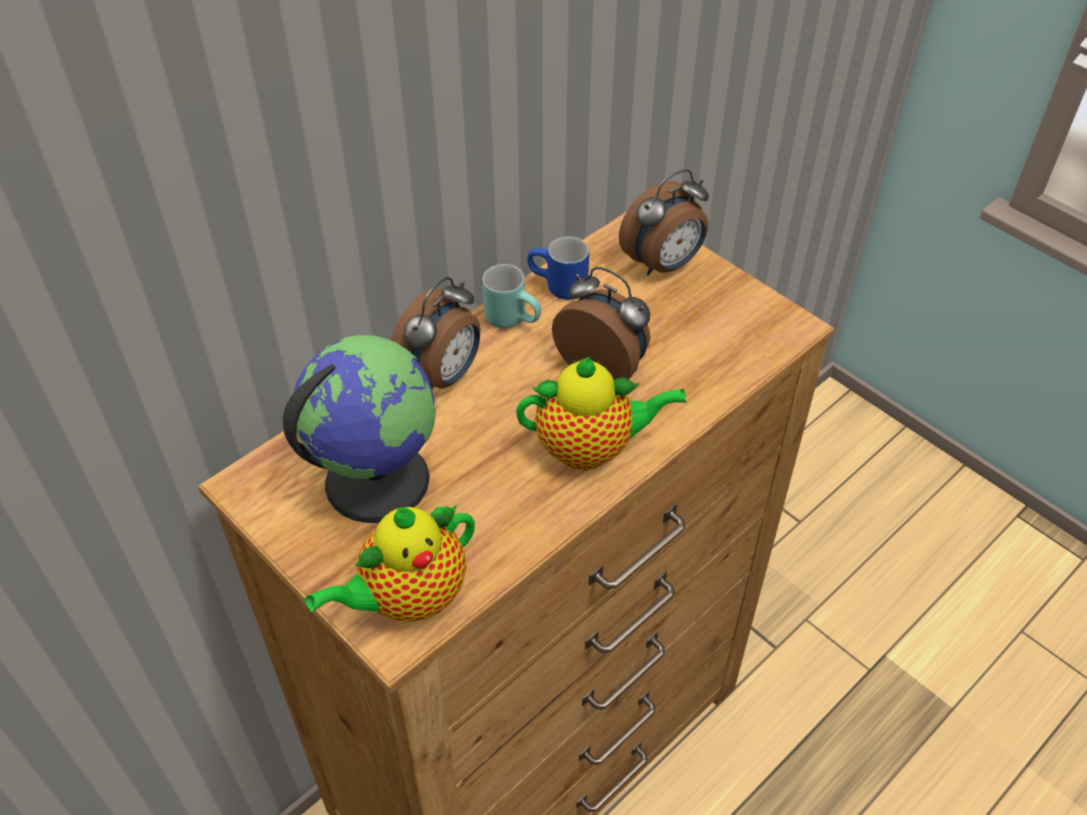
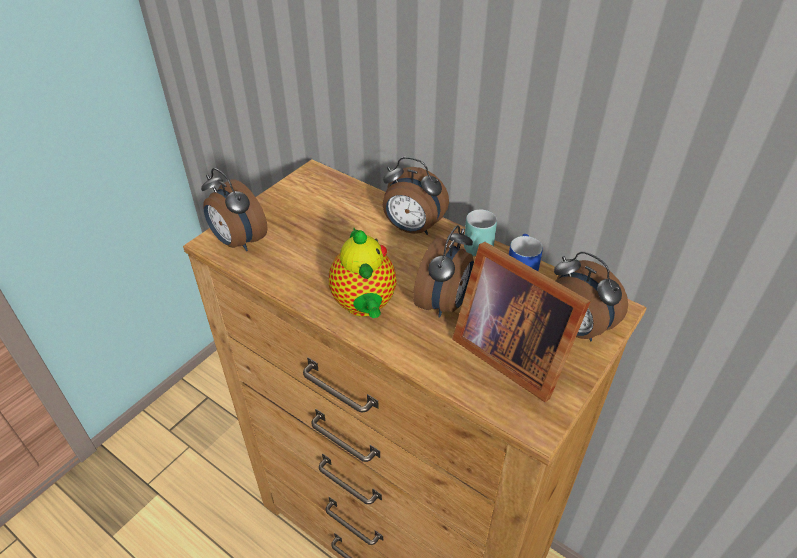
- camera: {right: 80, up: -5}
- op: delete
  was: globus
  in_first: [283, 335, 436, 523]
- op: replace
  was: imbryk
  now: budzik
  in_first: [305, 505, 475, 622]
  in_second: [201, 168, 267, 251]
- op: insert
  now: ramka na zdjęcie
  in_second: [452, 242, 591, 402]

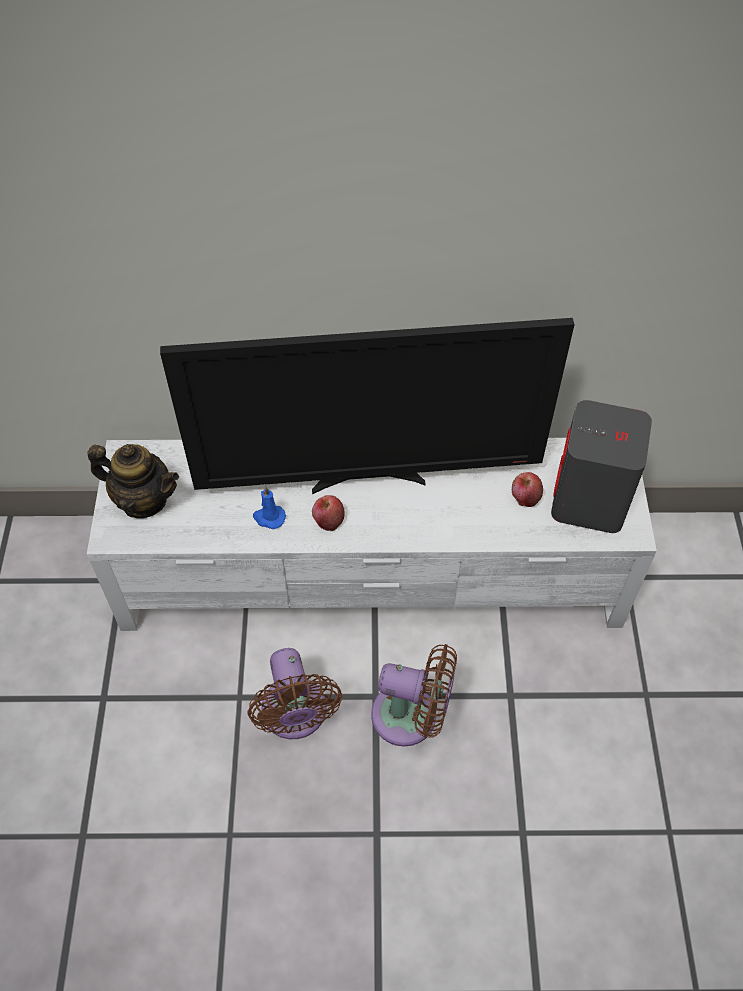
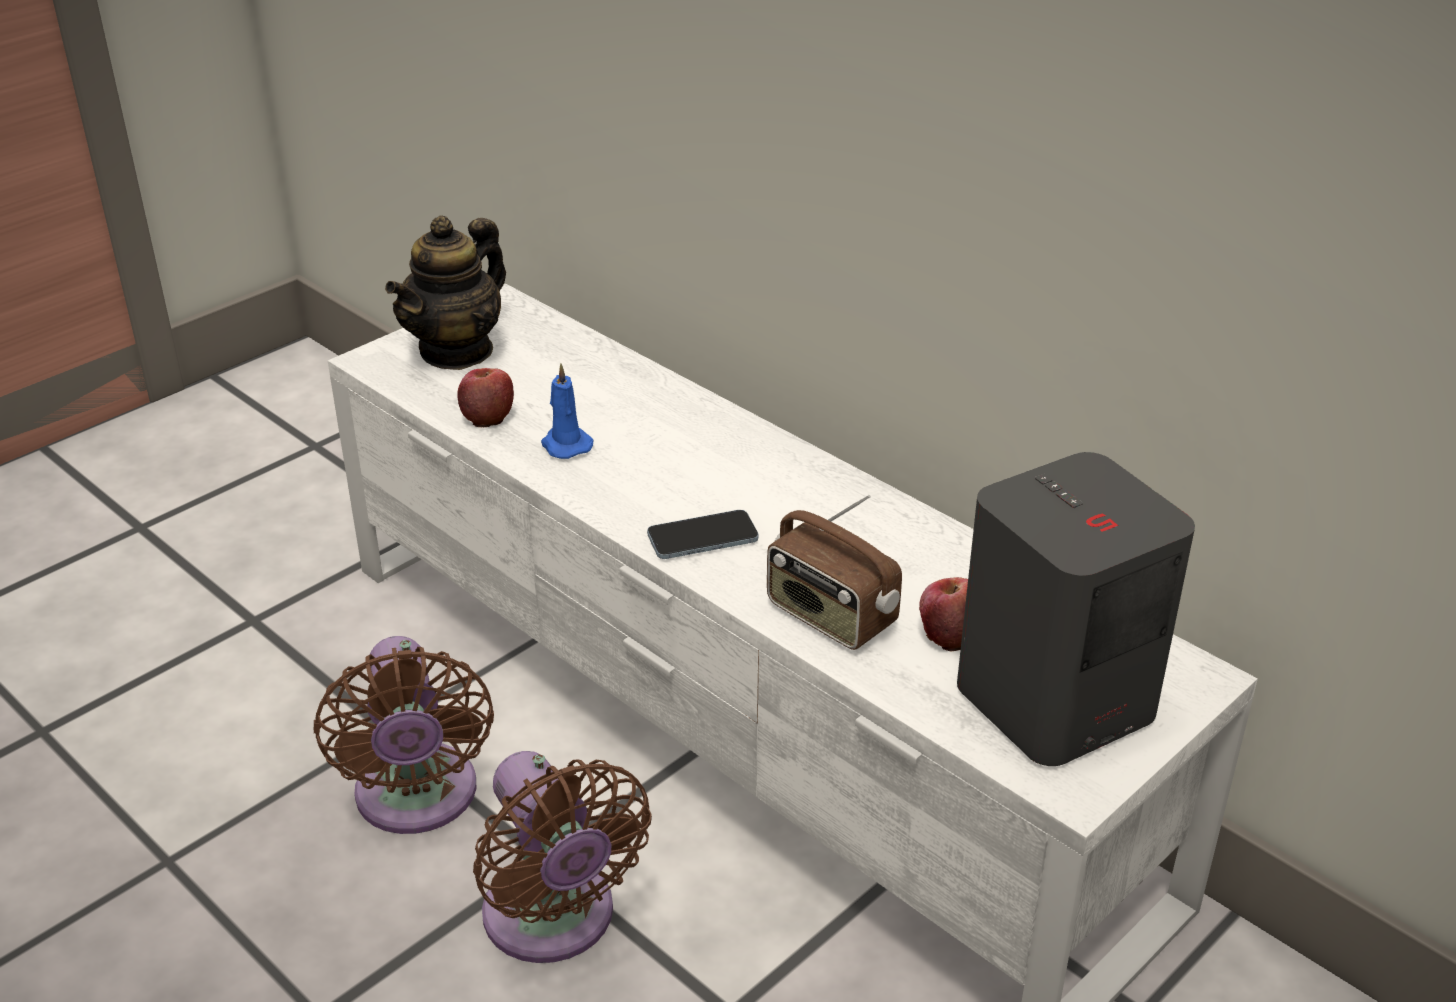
- camera: {right: 45, up: -20}
- op: rotate
  was: imbryk
  in_first: [88, 444, 179, 518]
  in_second: [385, 215, 506, 370]
  clockwise: 60
- op: delete
  was: telewizor
  in_first: [160, 318, 575, 494]
- op: rotate
  was: wentylator (brązowy)
  in_first: [247, 648, 342, 739]
  in_second: [314, 636, 494, 834]
  clockwise: -45
- op: move
  was: jabłko
  in_first: [312, 495, 345, 531]
  in_second: [457, 368, 514, 427]
- op: insert
  now: telefon
  in_second: [647, 510, 759, 559]
- op: insert
  now: radio
  in_second: [767, 495, 902, 650]

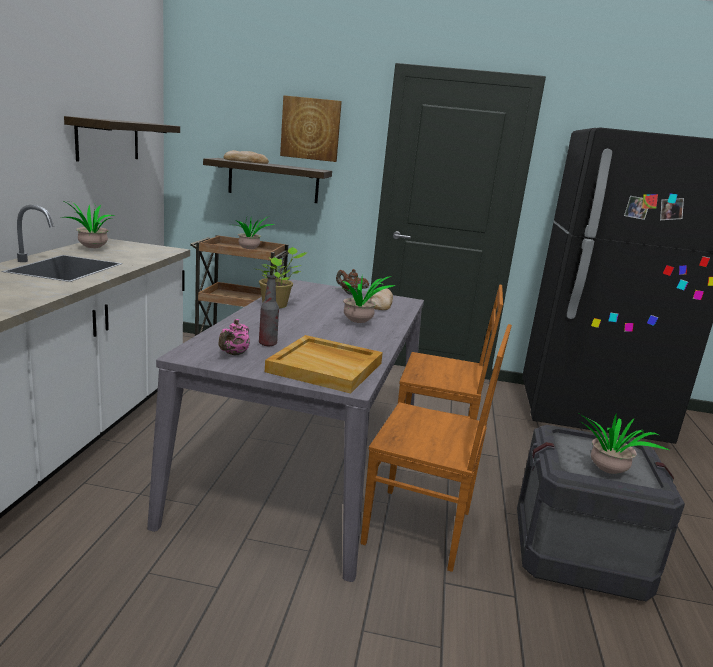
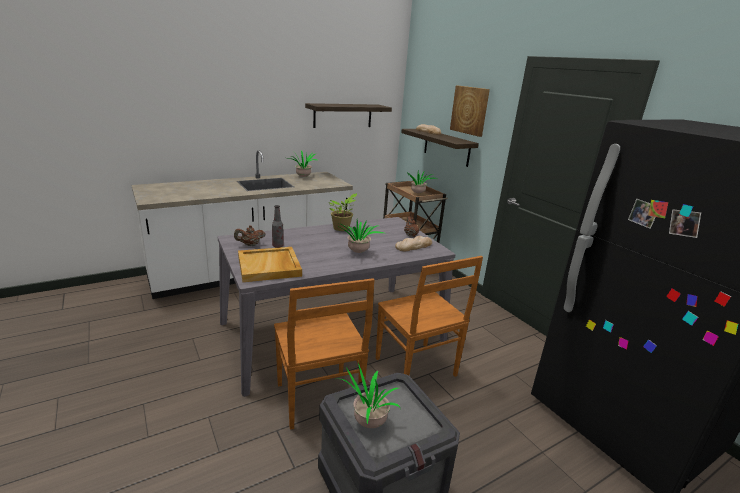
- camera: {right: 50, up: 5}
- op: recolor
  was: imbryk (różowy)
  now: imbryk (brązowy)
  in_first: [219, 319, 250, 356]
  in_second: [234, 225, 265, 246]

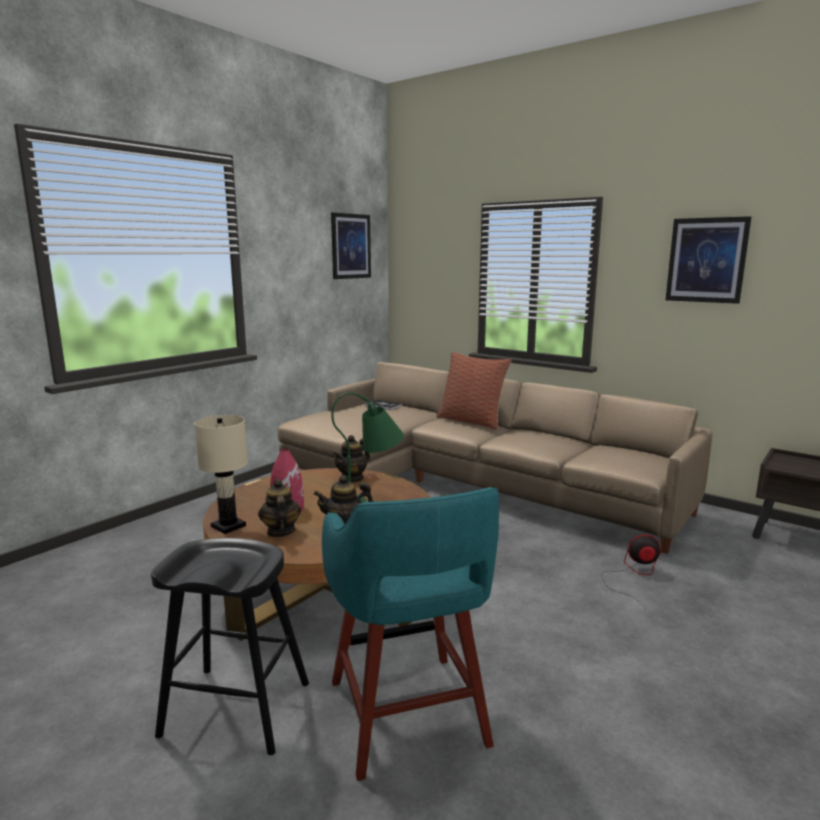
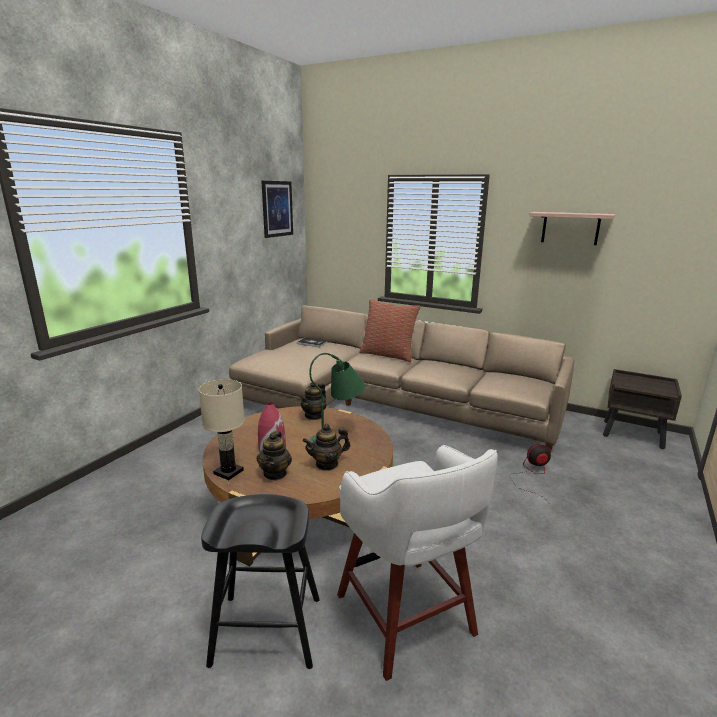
- camera: {right: -10, up: 5}
- op: rotate
  was: imbryk
  in_first: [258, 479, 301, 537]
  in_second: [257, 431, 292, 480]
  clockwise: -150
- op: recolor
  was: stołek (turkusowy)
  now: stołek (biały)
  in_first: [322, 487, 499, 781]
  in_second: [337, 445, 498, 681]
- op: replace
  was: obraz
  now: półka
  in_first: [665, 216, 751, 304]
  in_second: [529, 212, 615, 245]

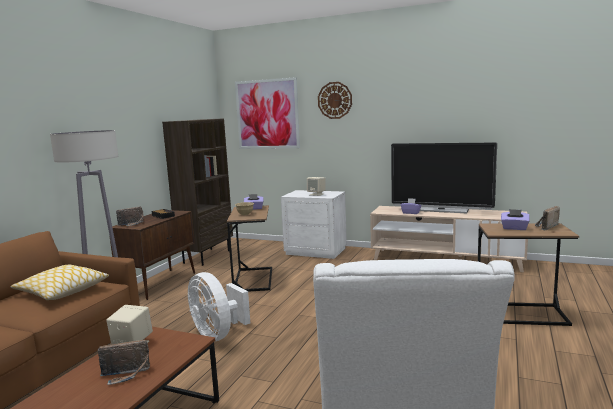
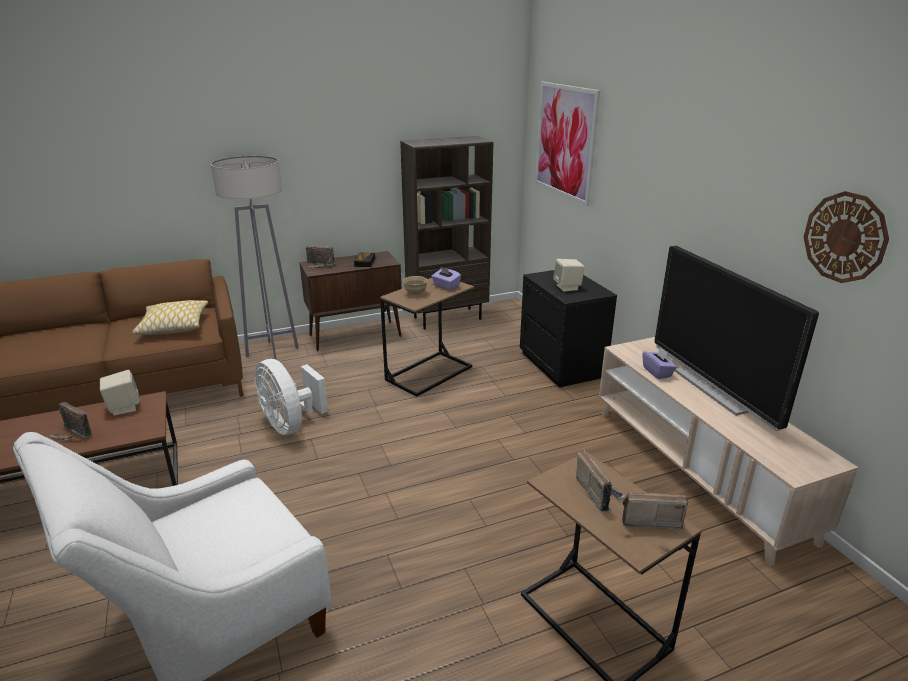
- camera: {right: 45, up: 15}
- op: rotate
  was: wentylator (biały)
  in_first: [188, 272, 250, 341]
  in_second: [255, 359, 328, 435]
  clockwise: -45
- op: recolor
  was: szafka nocna (biały)
  now: szafka nocna (czarny)
  in_first: [281, 190, 347, 259]
  in_second: [520, 270, 617, 388]
- op: move
  was: zegar ścienny
  in_first: [318, 82, 352, 119]
  in_second: [804, 191, 889, 283]
- op: replace
  was: pudełko chusteczek (fioletowy)
  now: radio
  in_first: [501, 209, 529, 230]
  in_second: [576, 450, 626, 513]

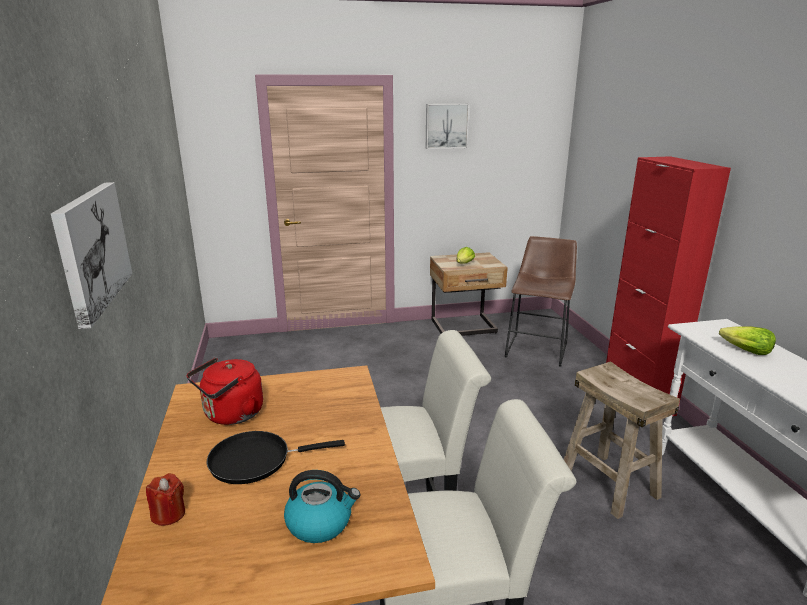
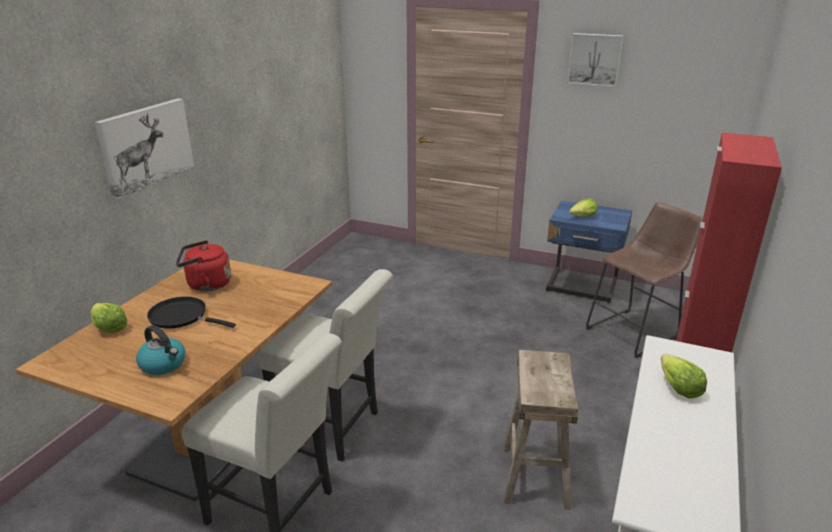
- camera: {right: 35, up: 5}
- op: replace
  was: świeca (czerwony)
  now: sałata
  in_first: [146, 473, 185, 526]
  in_second: [90, 303, 127, 333]
- op: recolor
  was: szafka nocna (beżowy)
  now: szafka nocna (niebieski)
  in_first: [430, 252, 508, 336]
  in_second: [546, 201, 632, 303]

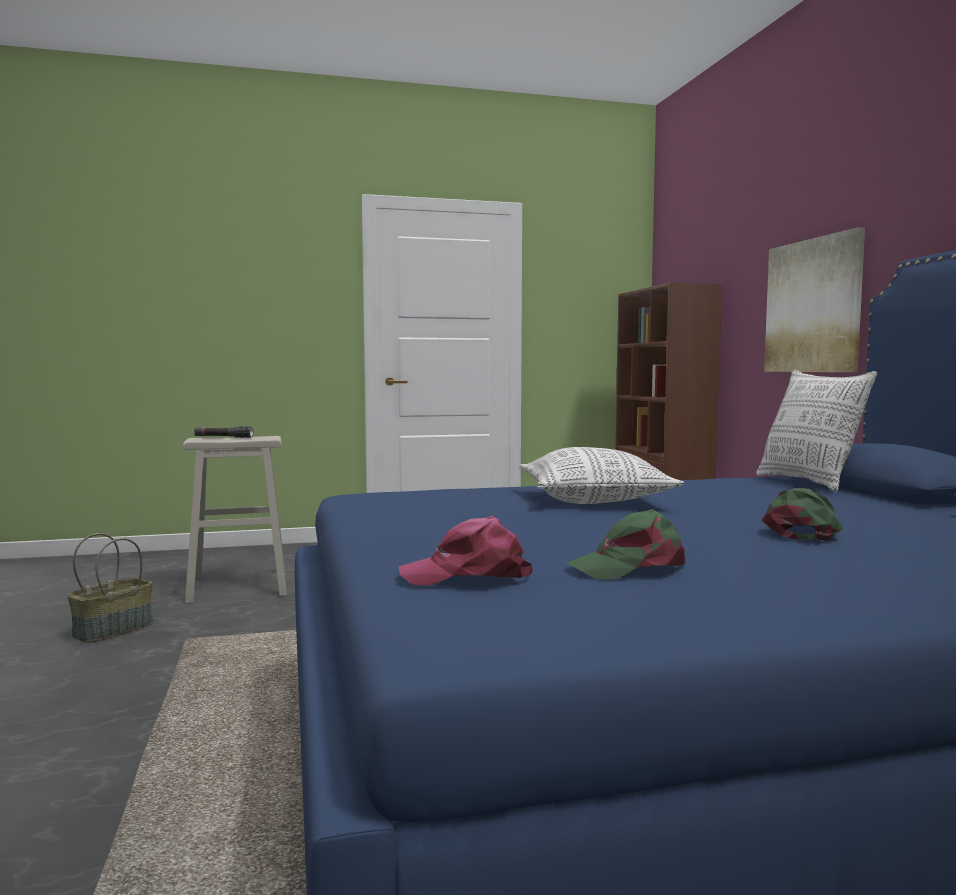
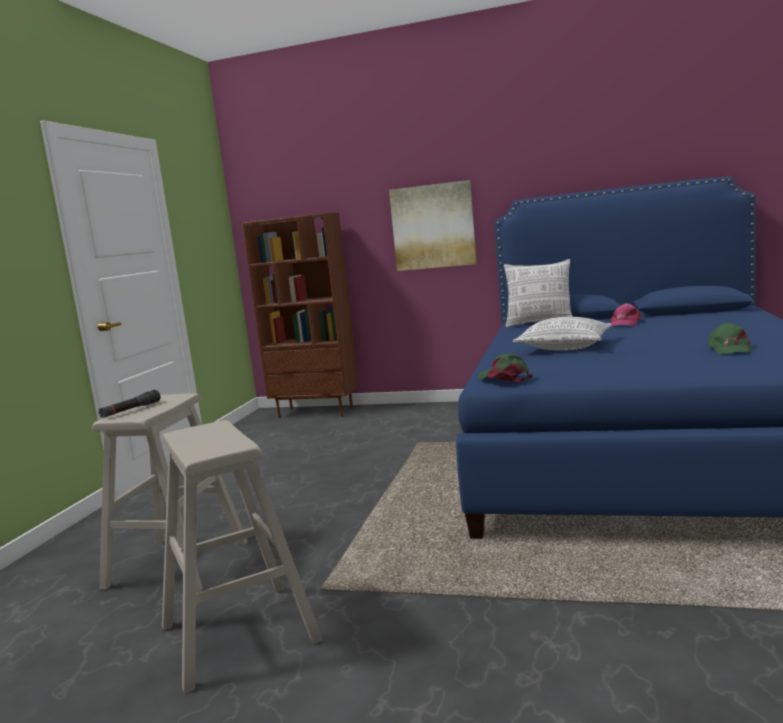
- camera: {right: -60, up: 5}
- op: replace
  was: koszyk
  now: stołek (beżowy)
  in_first: [68, 533, 153, 643]
  in_second: [162, 420, 323, 694]
- op: move
  was: czapka z daszkiem (różowy)
  in_first: [398, 516, 533, 586]
  in_second: [611, 303, 642, 327]
- op: move
  was: czapka z daszkiem (zielony)
  in_first: [762, 488, 843, 541]
  in_second: [478, 353, 533, 382]

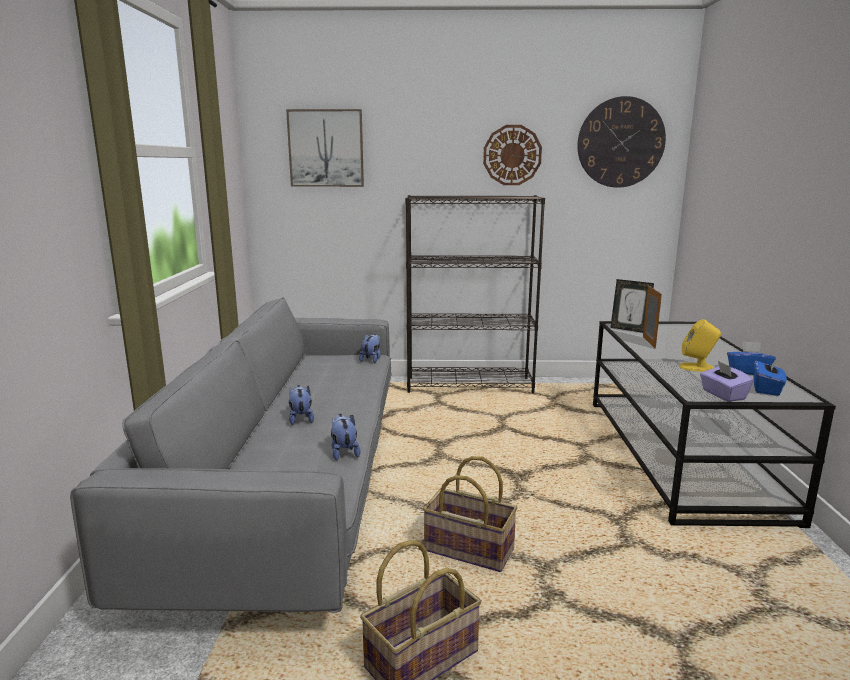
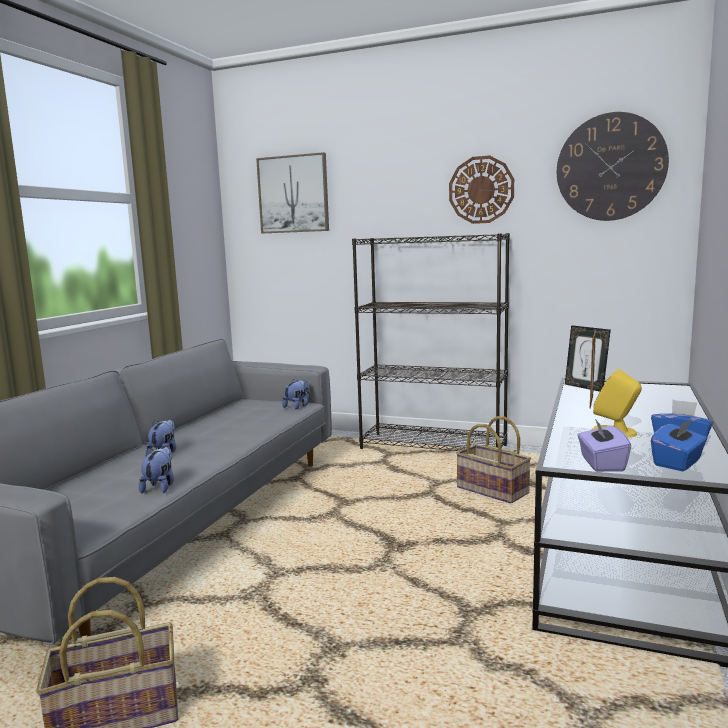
- camera: {right: 20, up: -5}
- op: move
  was: koszyk
  in_first: [423, 456, 518, 572]
  in_second: [456, 416, 531, 503]

